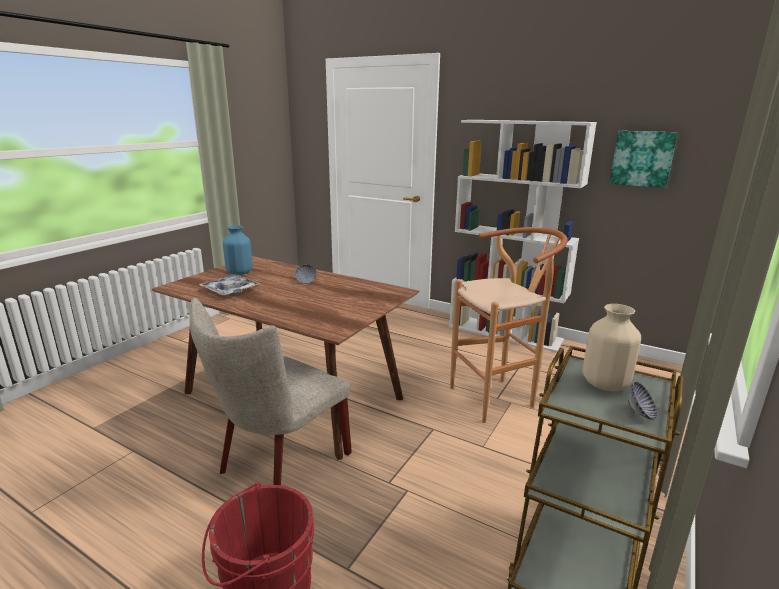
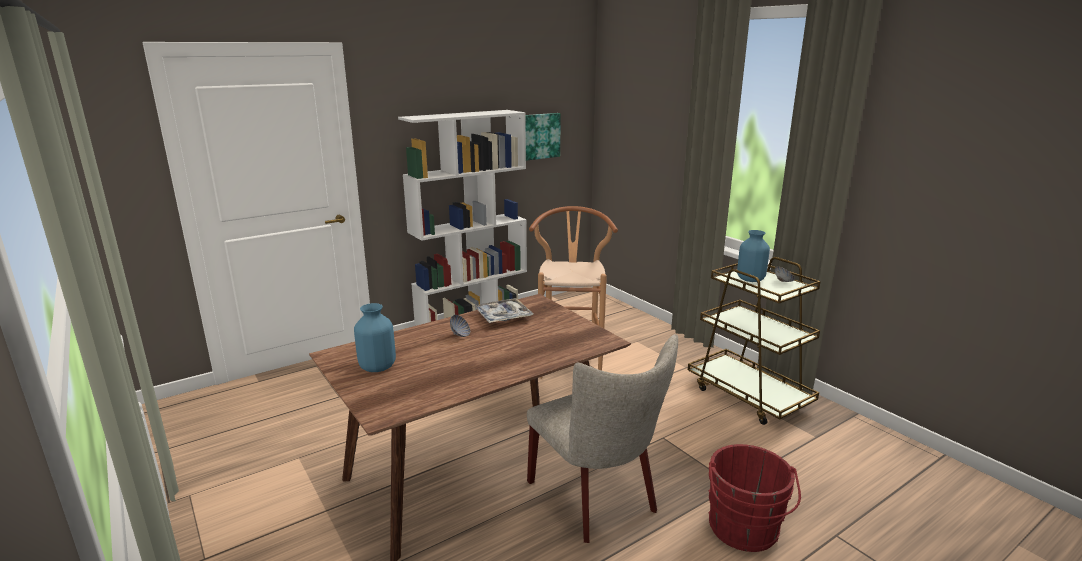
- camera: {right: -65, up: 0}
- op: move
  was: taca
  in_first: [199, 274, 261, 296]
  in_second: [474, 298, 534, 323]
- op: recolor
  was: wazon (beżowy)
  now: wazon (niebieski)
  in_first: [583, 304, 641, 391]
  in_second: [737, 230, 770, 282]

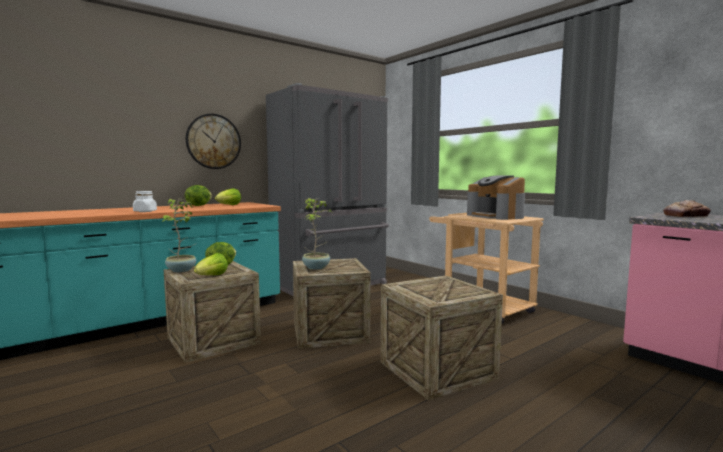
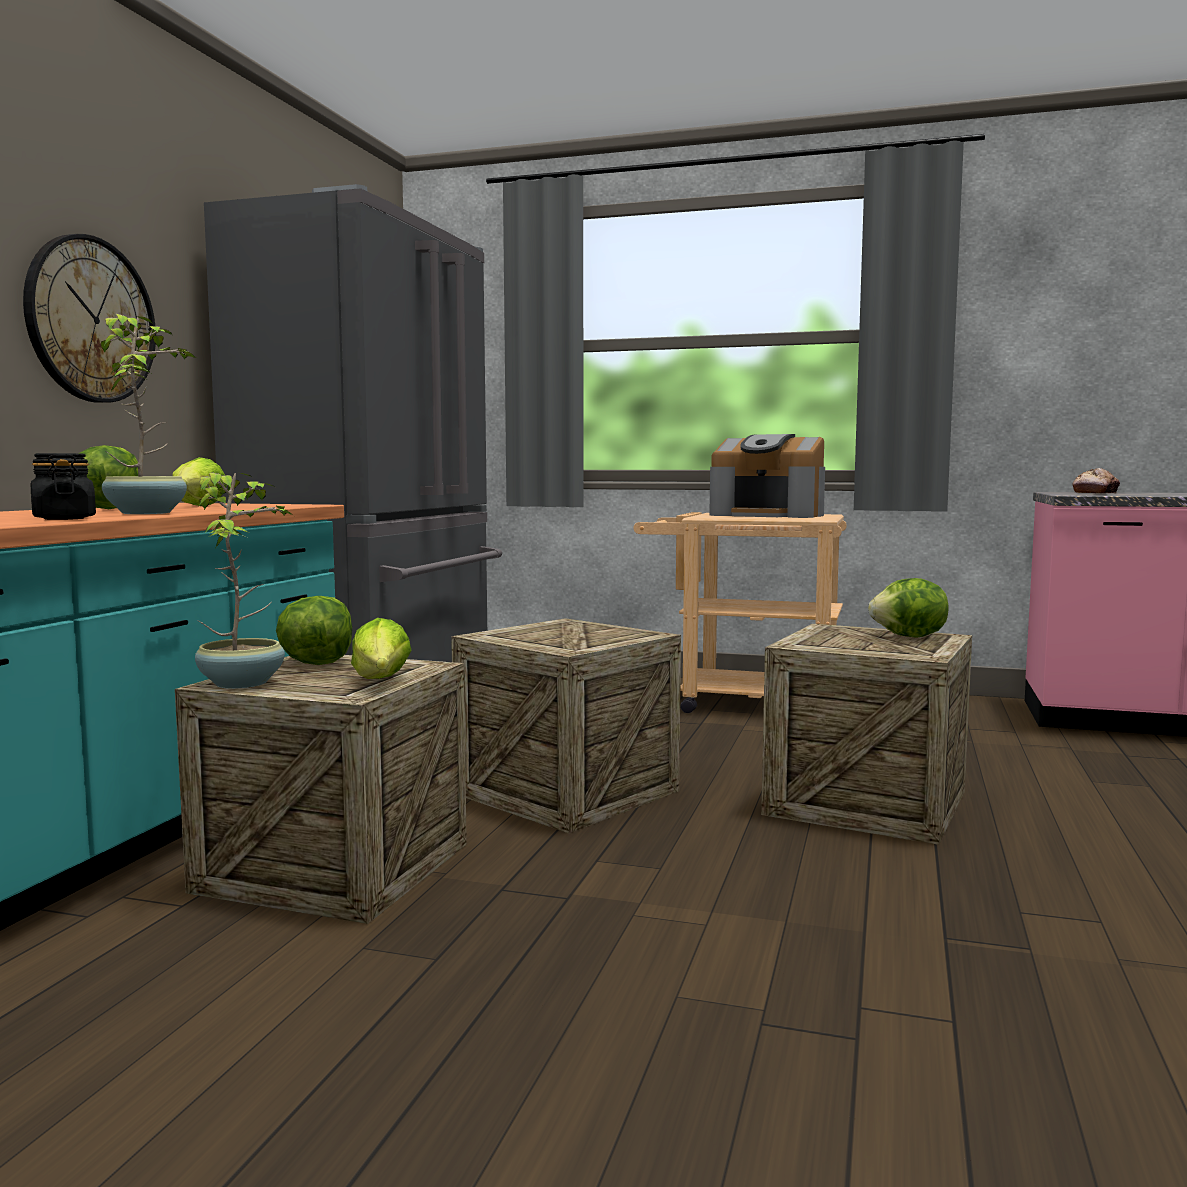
- camera: {right: -35, up: 0}
- op: recolor
  was: słoik (biały)
  now: słoik (czarny)
  in_first: [133, 191, 157, 212]
  in_second: [31, 453, 96, 520]
- op: move
  was: roślina doniczkowa
  in_first: [302, 198, 332, 270]
  in_second: [101, 314, 196, 514]
- op: insert
  now: sałata
  in_second: [868, 578, 949, 638]

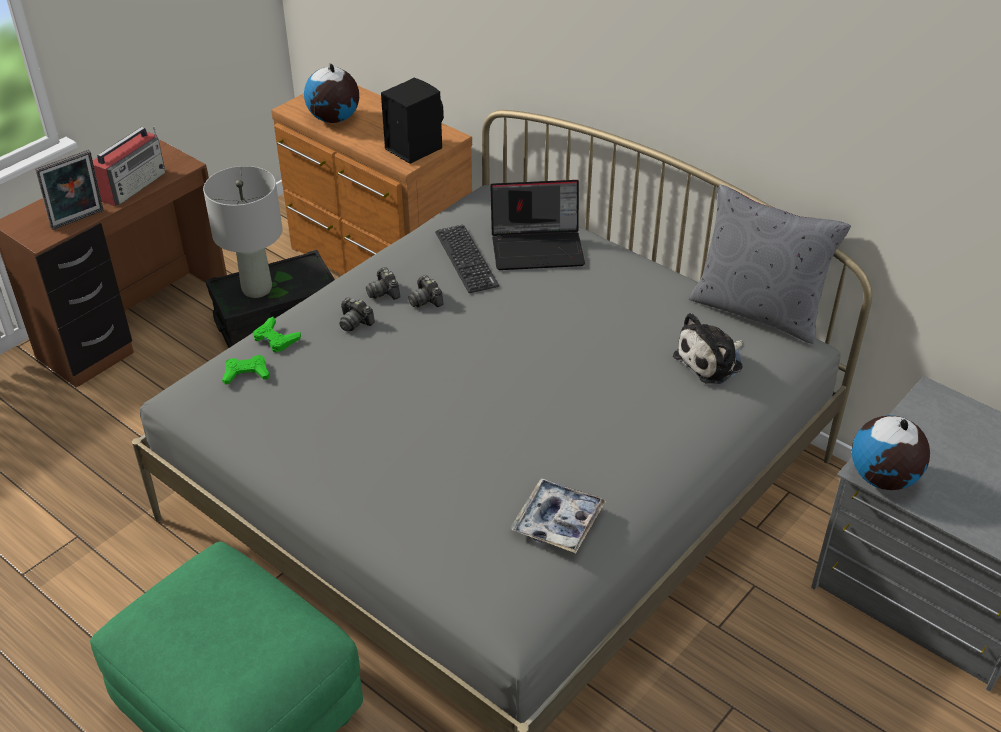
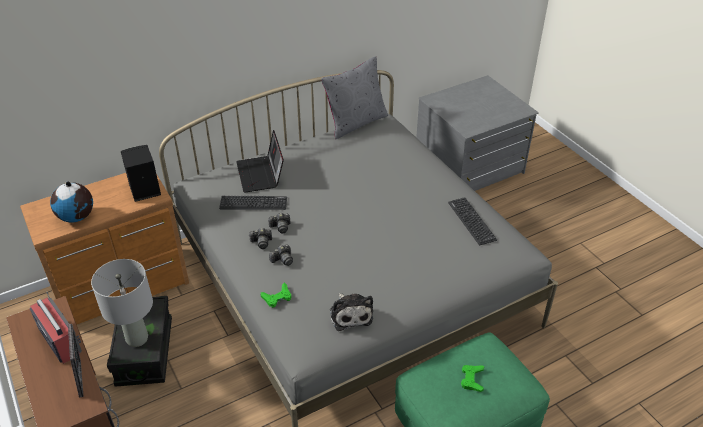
- camera: {right: -70, up: 0}
- op: move
  was: pad do gier (zielony)
  in_first: [222, 355, 270, 385]
  in_second: [461, 365, 484, 392]
- op: rotate
  was: laptop
  in_first: [490, 180, 585, 270]
  in_second: [236, 130, 284, 193]
  clockwise: 150
- op: replace
  was: taca
  now: klawiatura
  in_first: [510, 478, 606, 553]
  in_second: [448, 198, 497, 245]
- op: move
  was: pluszak
  in_first: [673, 313, 743, 384]
  in_second: [330, 293, 373, 331]
- op: delete
  was: globus
  in_first: [852, 415, 930, 490]

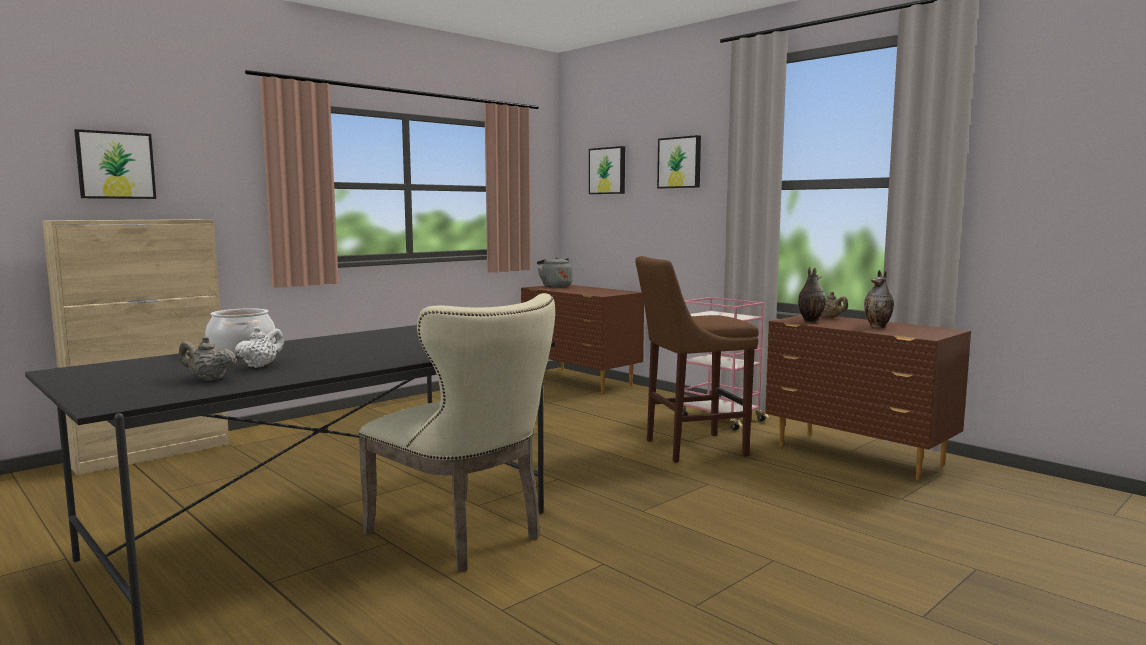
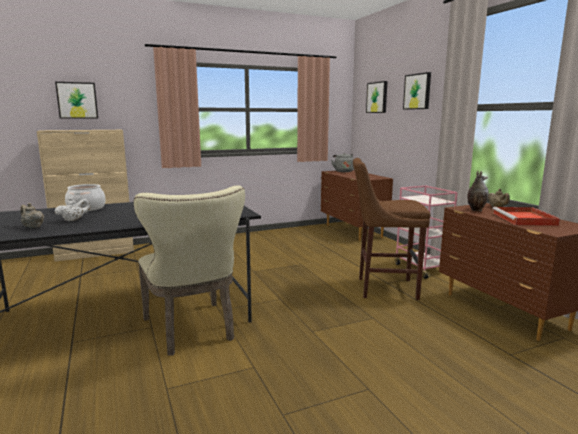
- camera: {right: 20, up: 5}
- op: replace
  was: wazon
  now: taca (czerwony)
  in_first: [864, 270, 894, 328]
  in_second: [493, 207, 560, 226]

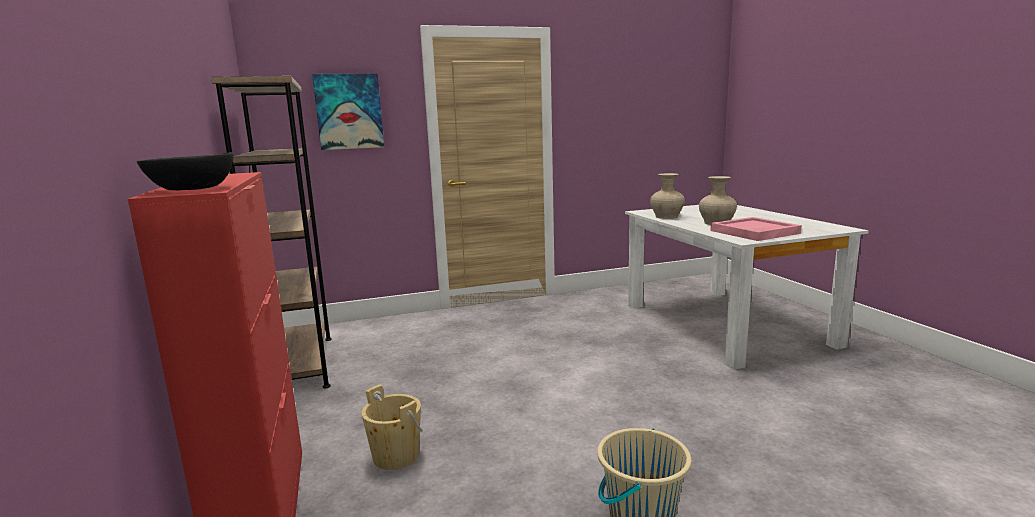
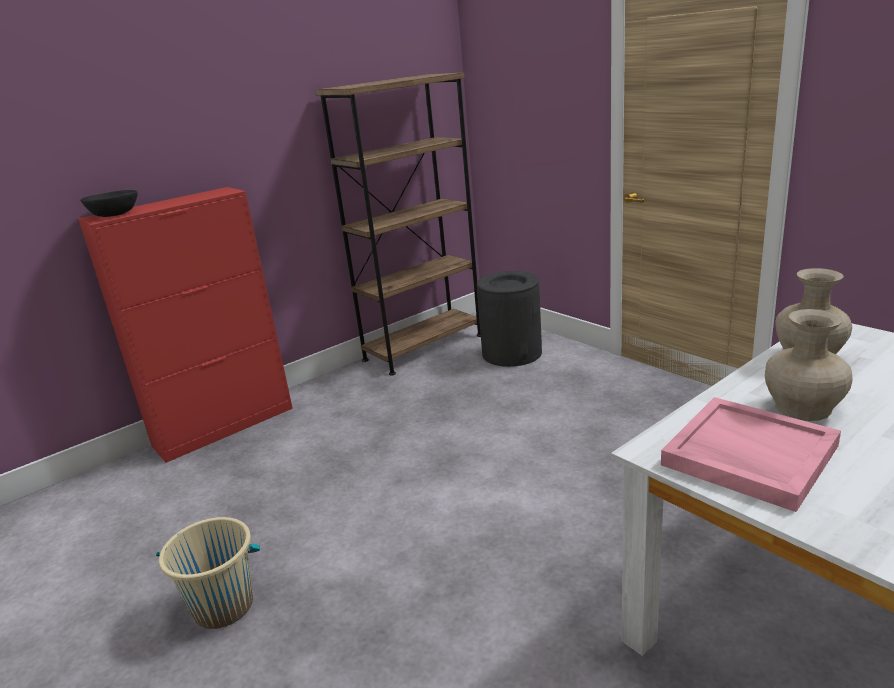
- camera: {right: 70, up: 10}
- op: delete
  was: obraz
  in_first: [312, 73, 384, 150]
- op: delete
  was: wiadro (beżowy)
  in_first: [361, 384, 423, 470]
- op: insert
  now: kosz na śmieci (czarny)
  in_second: [477, 271, 542, 367]

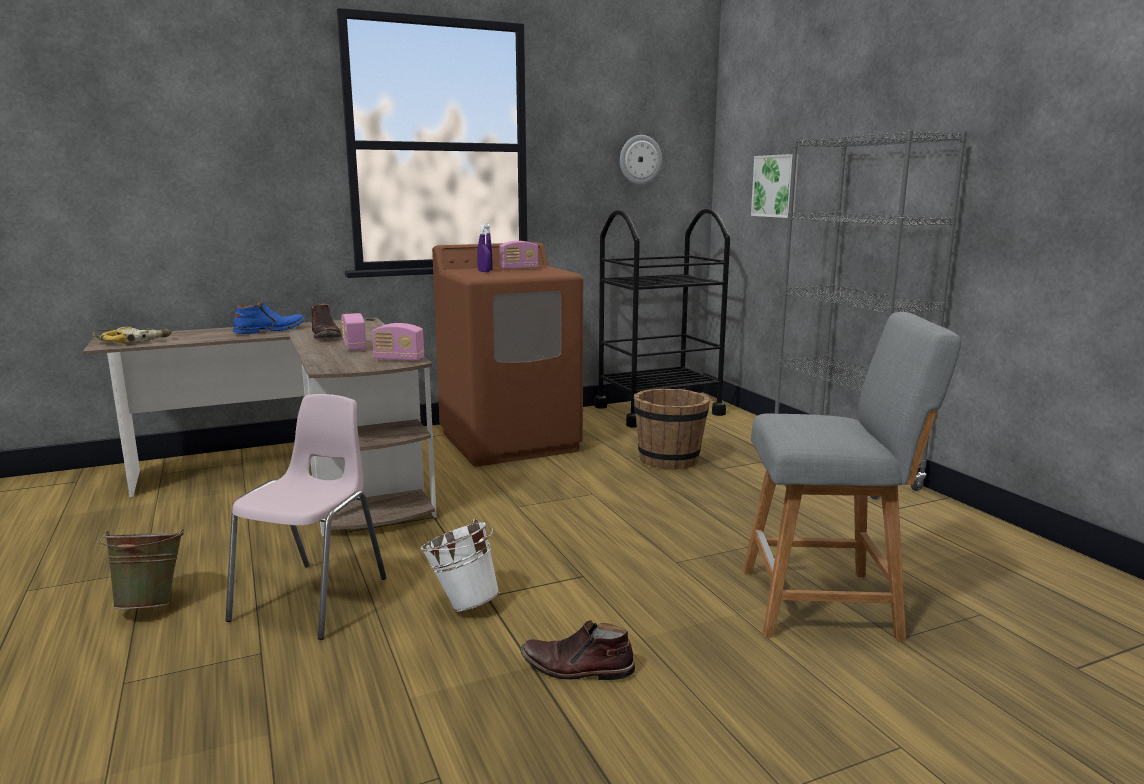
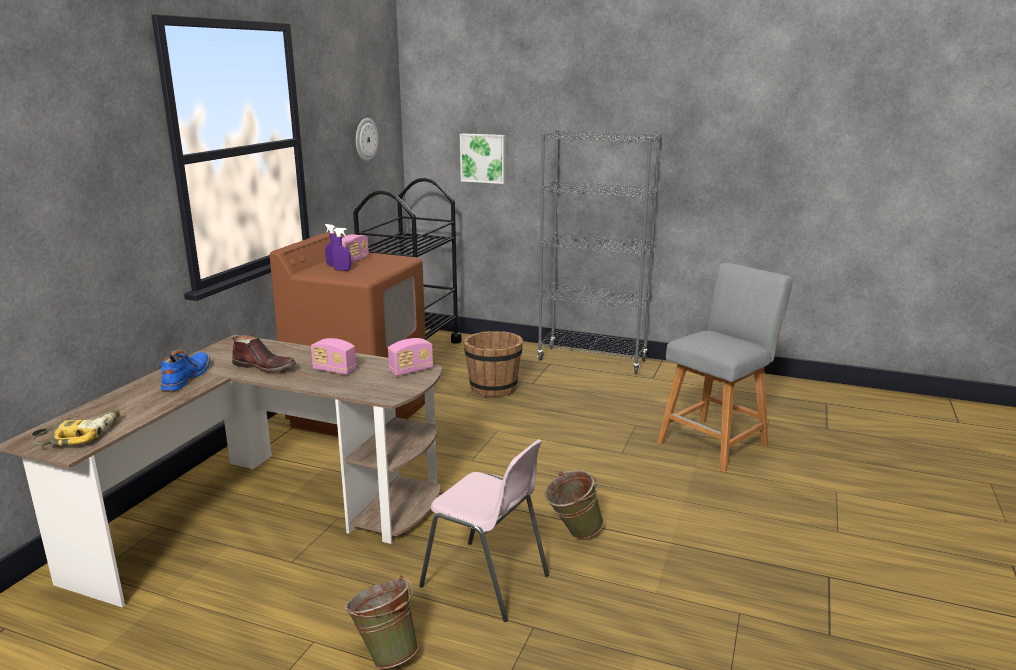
- camera: {right: -45, up: 5}
- op: rotate
  was: krzesło (różowy)
  in_first: [225, 394, 386, 640]
  in_second: [419, 439, 549, 622]
  clockwise: 150
- op: recolor
  was: wiadro (biały)
  now: wiadro (zielony)
  in_first: [420, 519, 500, 612]
  in_second: [545, 470, 604, 539]
- op: delete
  was: but z cholewką (brązowy)
  in_first: [521, 620, 635, 680]

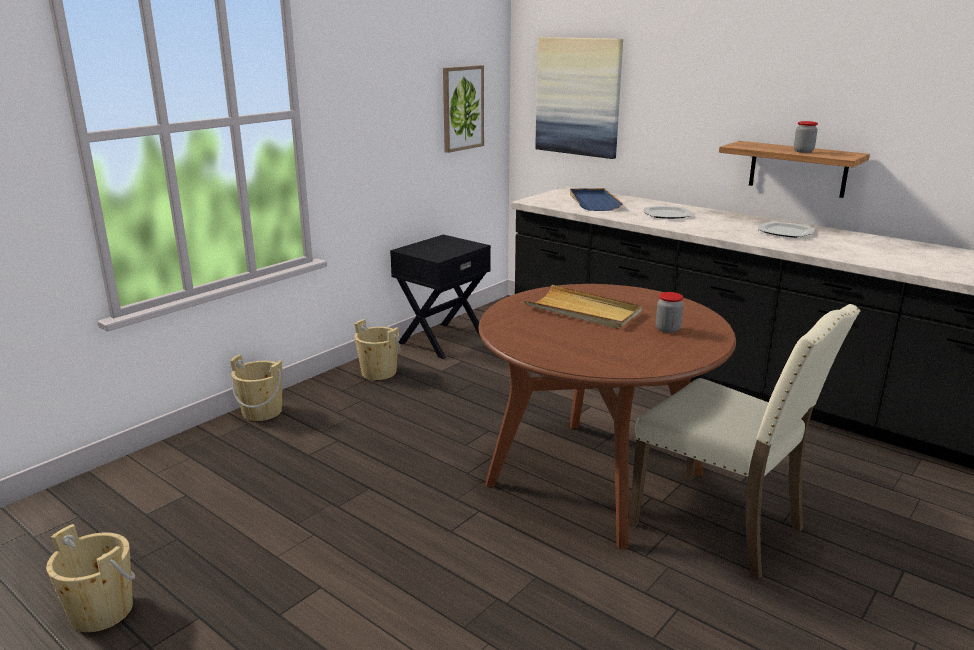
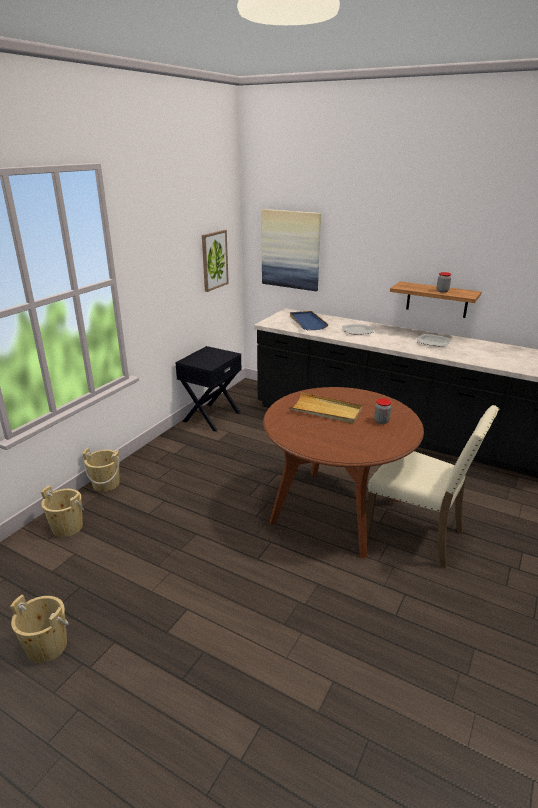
- camera: {right: -10, up: 5}
- op: move
  was: wiadro (beżowy)
  in_first: [354, 319, 401, 380]
  in_second: [41, 485, 84, 537]

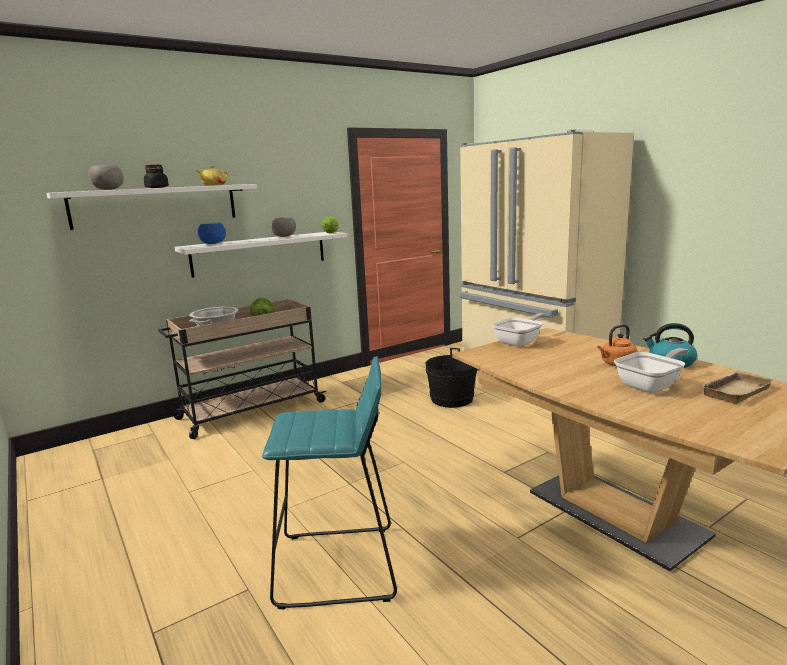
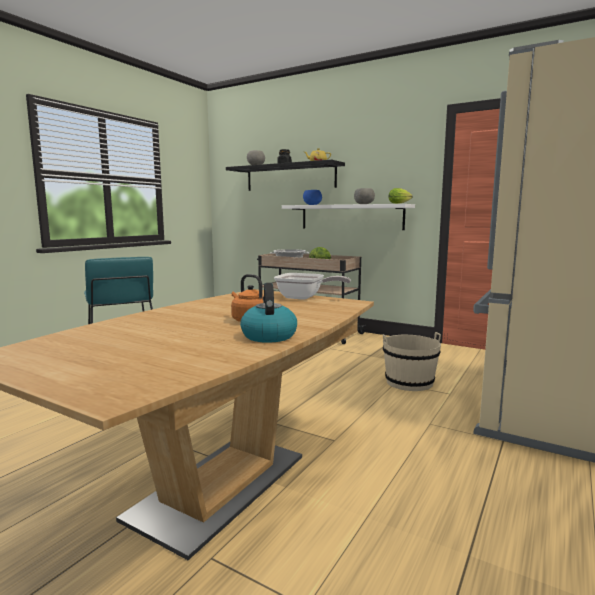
- camera: {right: 65, up: -5}
- op: recolor
  was: półka (biały)
  now: półka (czarny)
  in_first: [46, 184, 257, 230]
  in_second: [226, 160, 345, 191]
- op: recolor
  was: wiadro (czarny)
  now: wiadro (beżowy)
  in_first: [425, 348, 477, 408]
  in_second: [383, 332, 441, 391]
- op: delete
  was: patelnia
  in_first: [614, 348, 688, 393]
- op: delete
  was: taca (beżowy)
  in_first: [701, 371, 773, 404]

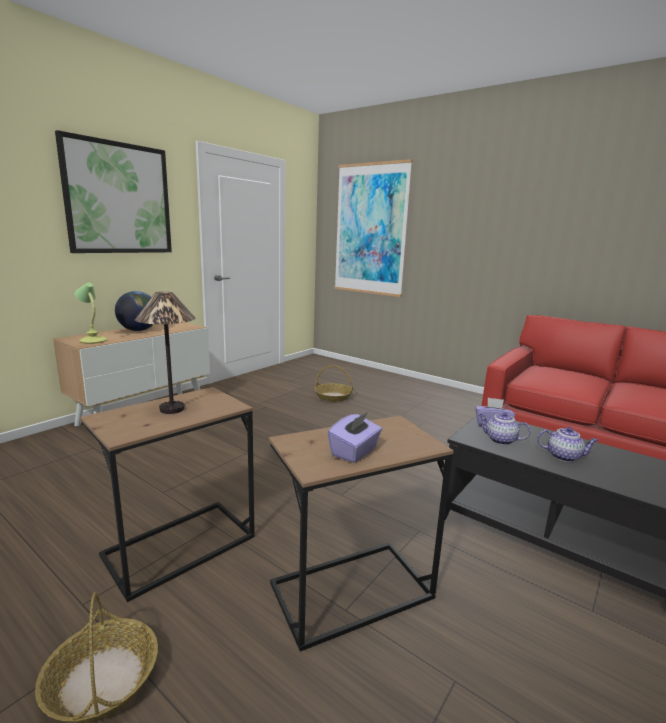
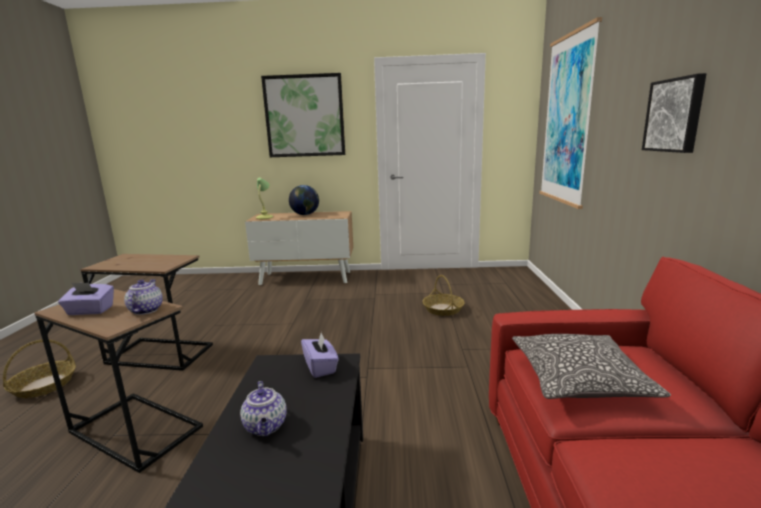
- camera: {right: 55, up: 0}
- op: delete
  was: lampa stołowa
  in_first: [135, 292, 195, 414]
- op: move
  was: imbryk
  in_first: [479, 412, 531, 445]
  in_second: [124, 279, 163, 315]
- op: insert
  now: poduszka
  in_second: [512, 334, 671, 399]
- op: insert
  now: obraz
  in_second: [642, 73, 707, 153]

